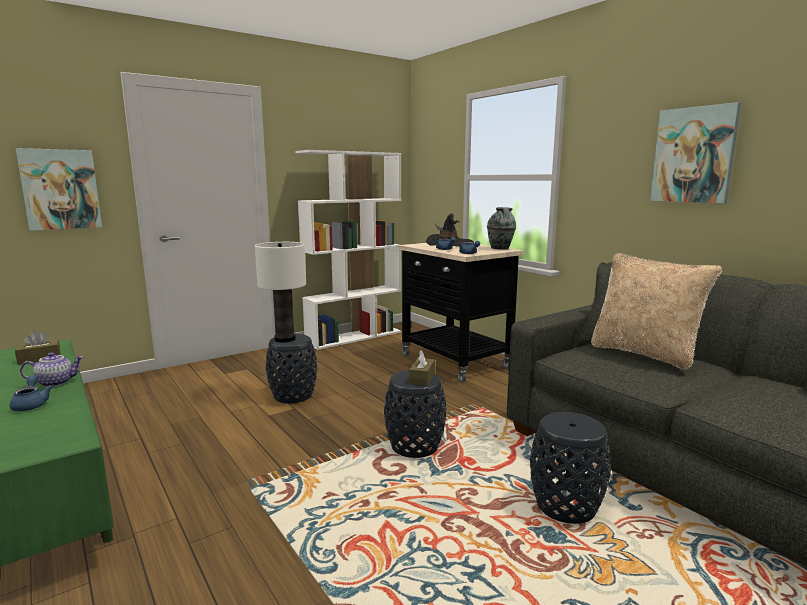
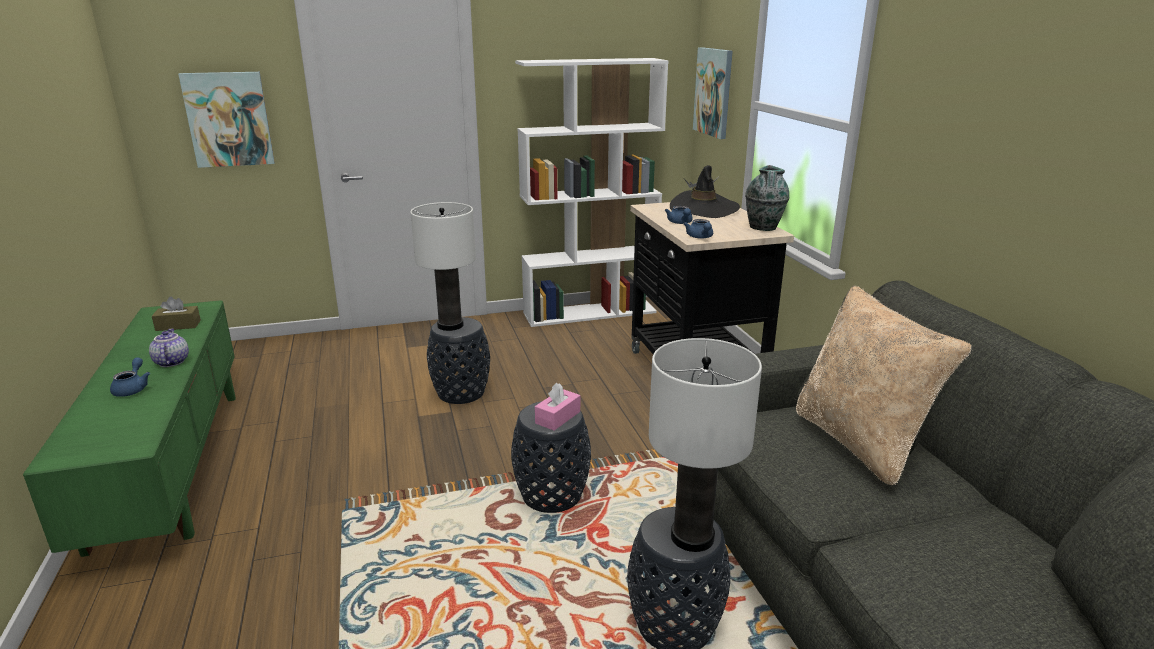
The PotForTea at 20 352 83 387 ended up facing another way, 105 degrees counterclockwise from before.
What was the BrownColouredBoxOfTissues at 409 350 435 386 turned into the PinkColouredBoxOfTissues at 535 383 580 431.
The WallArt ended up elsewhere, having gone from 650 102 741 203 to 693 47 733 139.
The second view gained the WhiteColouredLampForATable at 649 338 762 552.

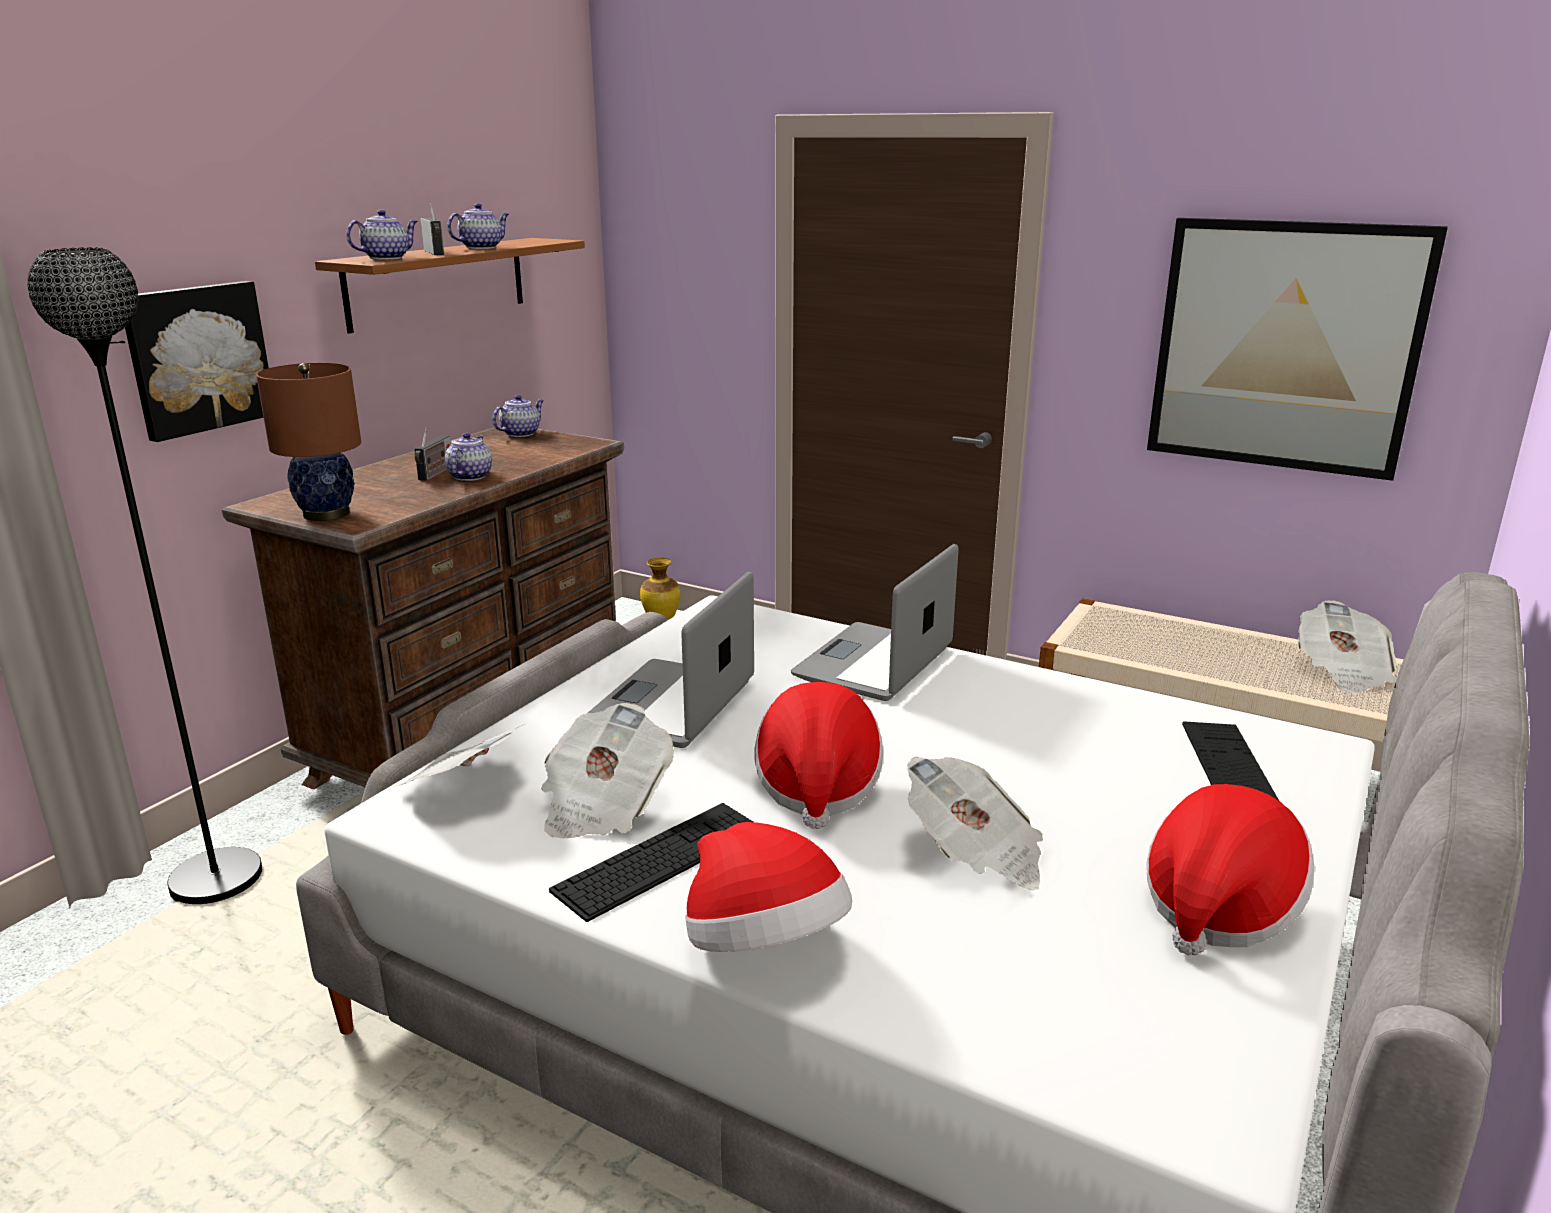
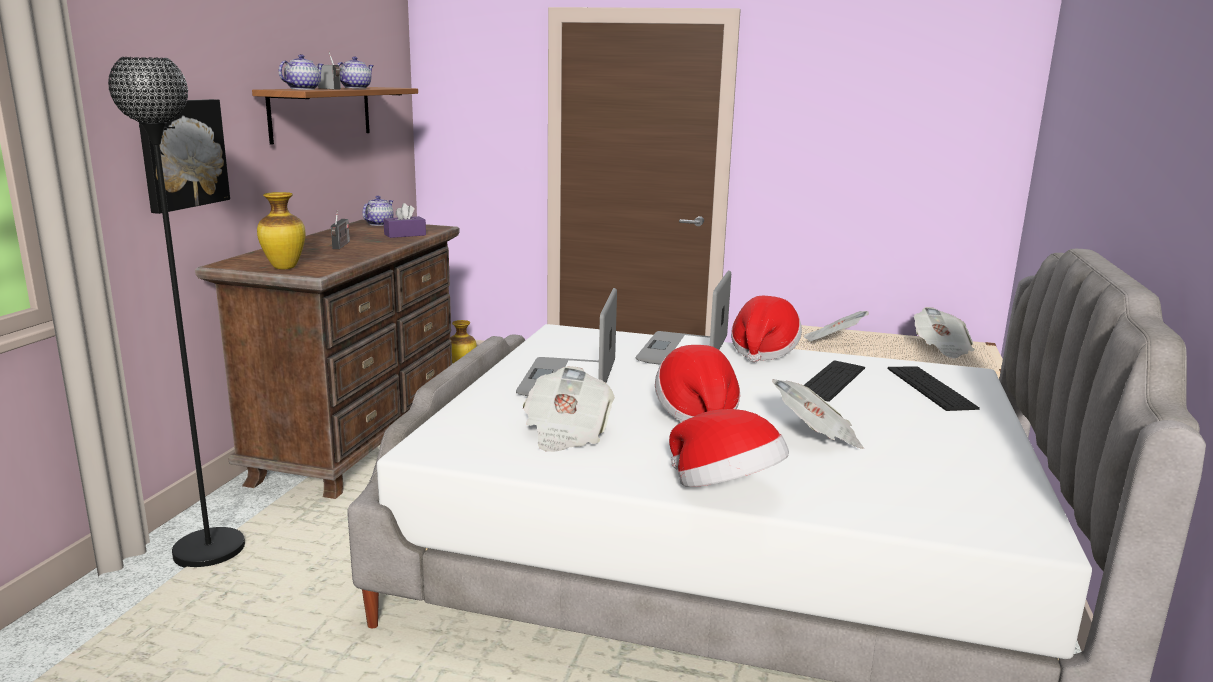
Where the BrownColouredLampForATable stood at 256 363 361 521, the DecorativeVase came to stand at 257 192 305 269.
The Newspaper ended up elsewhere, having gone from 395 724 525 787 to 804 311 869 342.
The second view lost the PotForTea at 445 433 492 481.
The ComputerKeyboard ended up elsewhere, having gone from 549 803 753 922 to 804 360 865 402.
The WearableHat ended up elsewhere, having gone from 1146 784 1315 956 to 731 296 802 362.
The second view lost the WallArt at 1147 218 1448 481.
The second view gained the PurpleBoxOfTissues at 383 203 426 238.

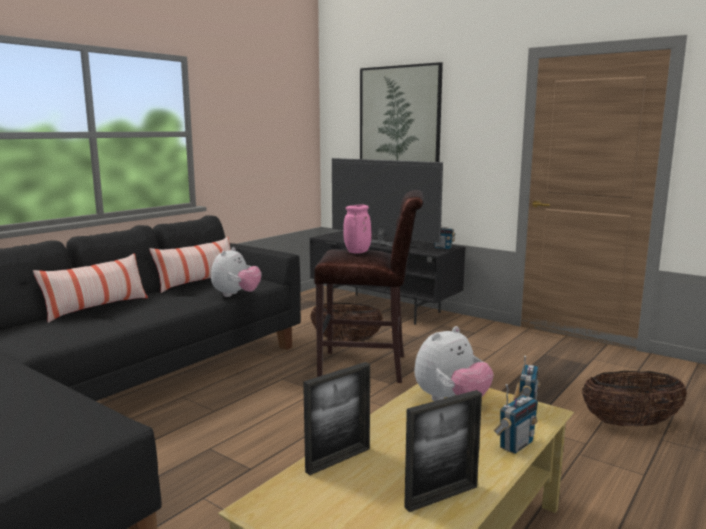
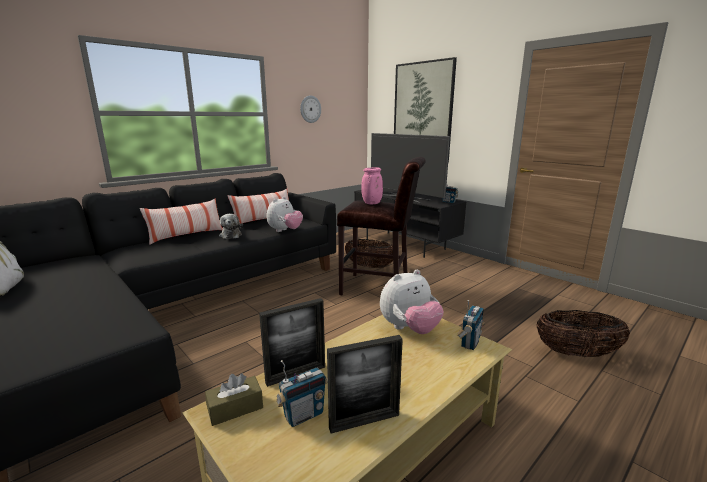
The RadioReceiver ended up elsewhere, having gone from 494 384 538 454 to 276 360 327 427.
The second view gained the BrownColouredBoxOfTissues at 205 373 263 426.
The second view gained the PlushToy at 219 214 243 239.
The second view gained the HangingClock at 300 95 321 123.

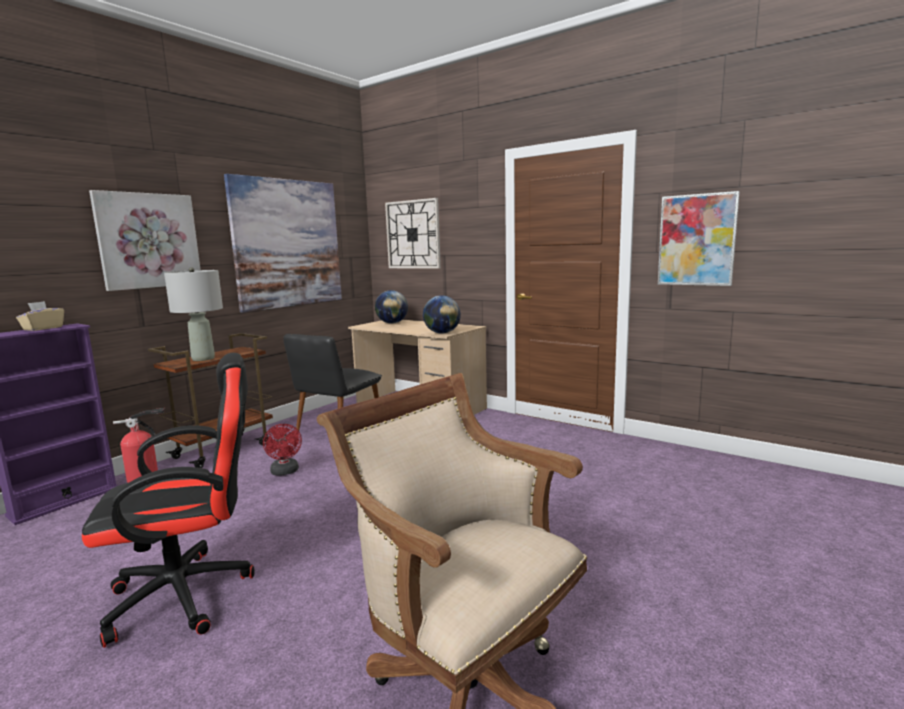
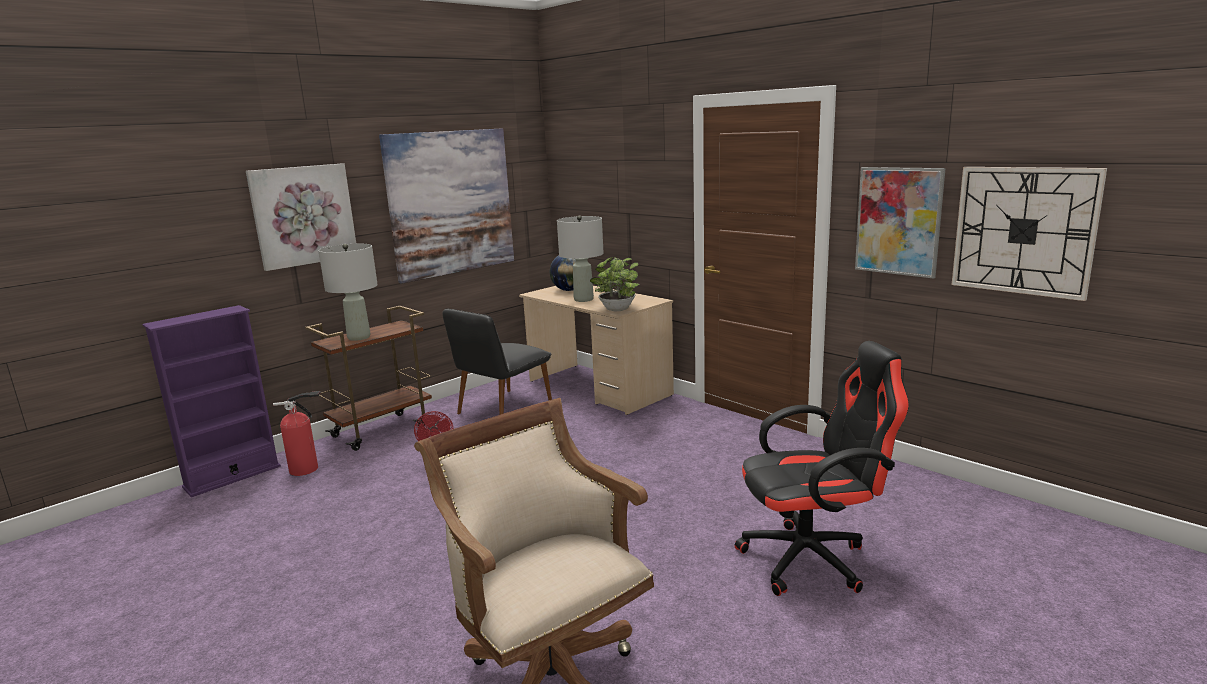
The second view lost the SandColouredBoxOfTissues at 16 301 64 331.
The BlackishOfficeChair ended up elsewhere, having gone from 82 353 255 648 to 735 341 909 596.
The HangingClock ended up elsewhere, having gone from 385 198 441 269 to 951 167 1107 301.
Where the WorldGlobe stood at 423 295 461 334, the PlantInAPot came to stand at 590 257 639 311.
The second view gained the GrayLampForATable at 557 215 604 302.

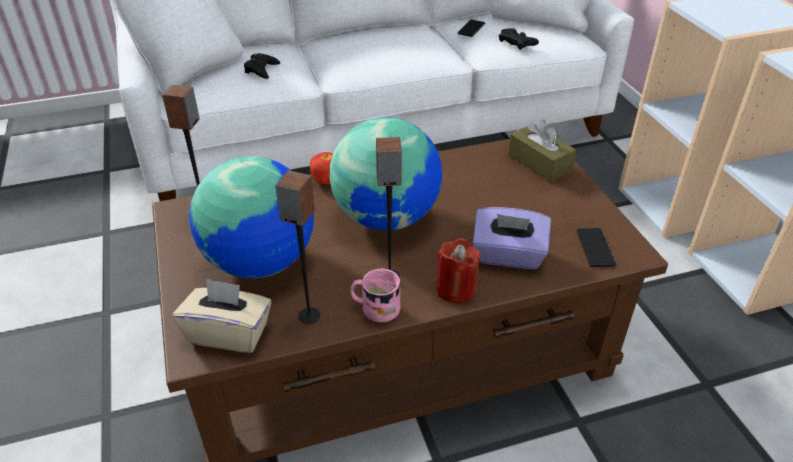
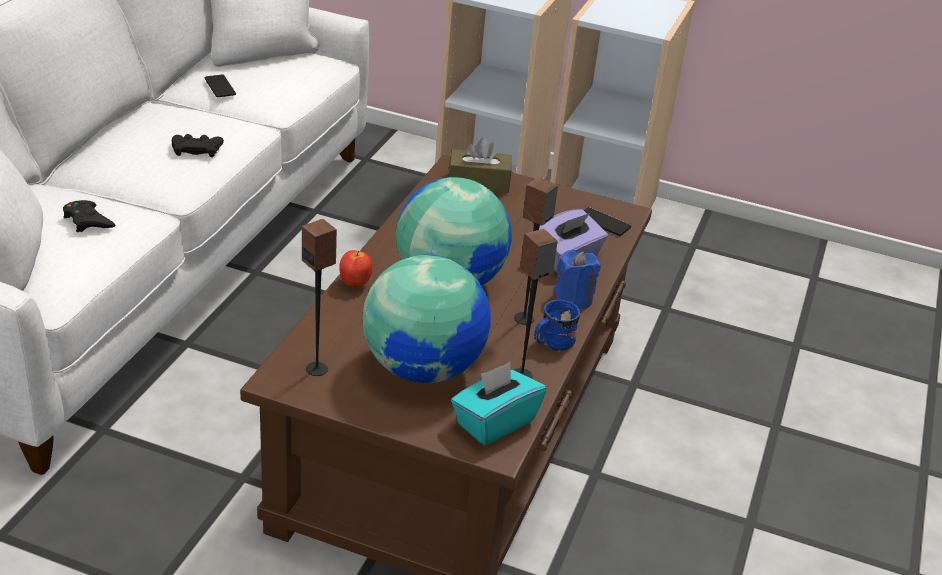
What was the SandColouredBoxOfTissues at 173 278 272 353 turned into the TurquoiseBoxOfTissues at 451 362 546 445.
What was the PinkColouredMug at 350 269 401 323 turned into the BlueColouredMug at 534 299 580 352.
What was the RedColouredWaxLight at 436 238 481 303 turned into the BlueColouredWaxLight at 554 250 601 309.
The BlackishJoypad ended up elsewhere, having gone from 499 28 539 50 to 172 134 224 157.

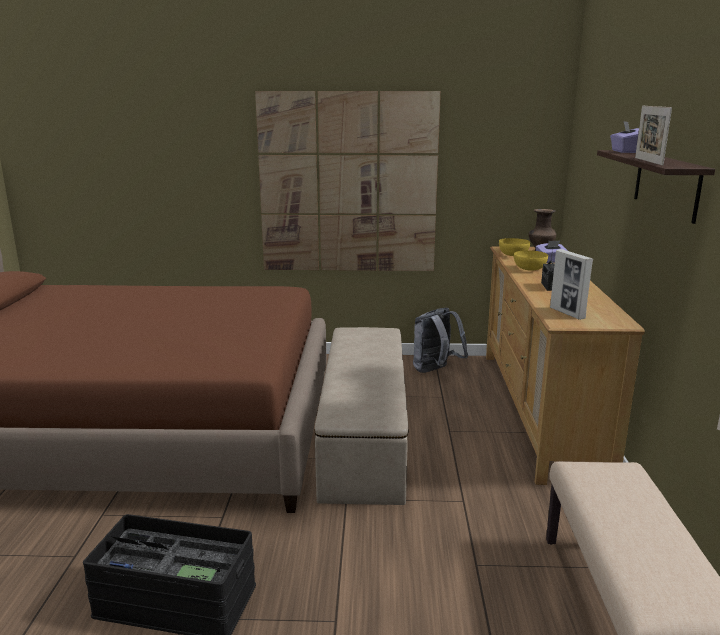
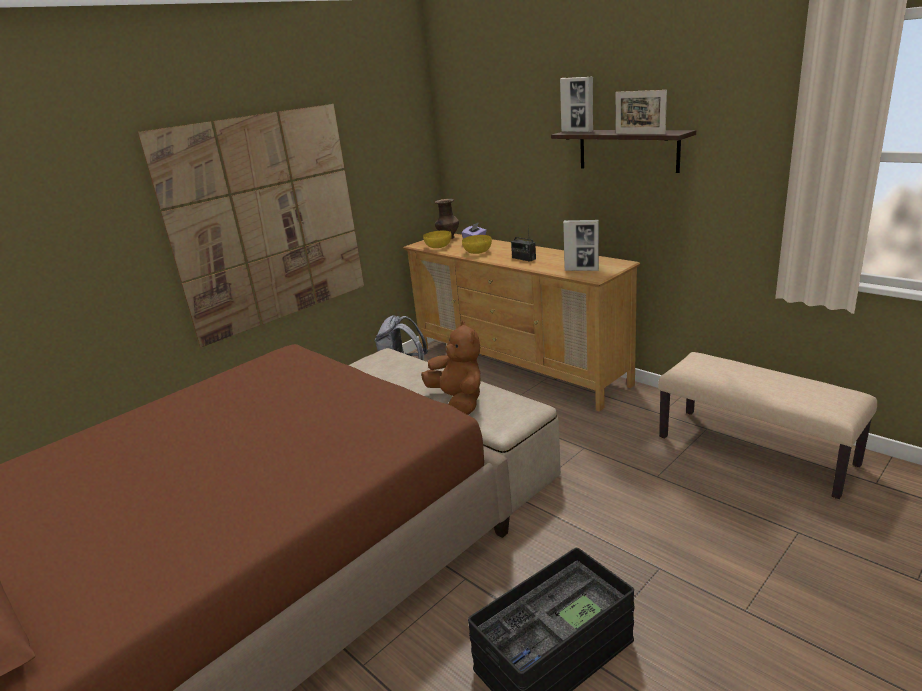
Where the PurpleBoxOfTissues stood at 610 122 639 153, the StandingFrame came to stand at 560 76 593 132.
The second view gained the BrownColouredPlushToy at 421 321 481 415.

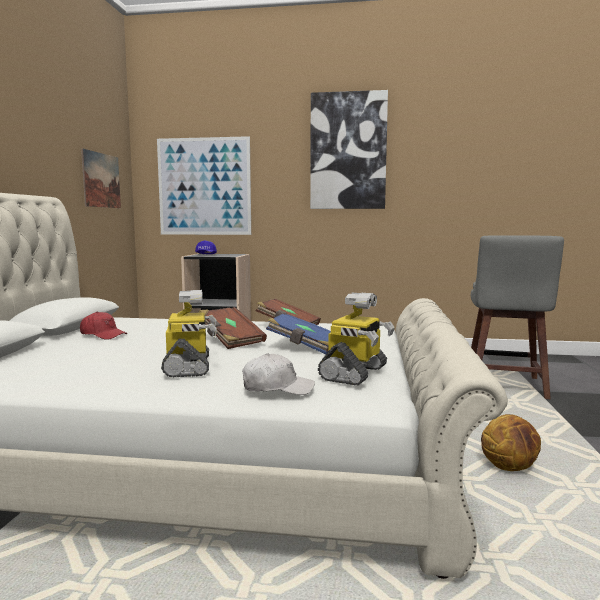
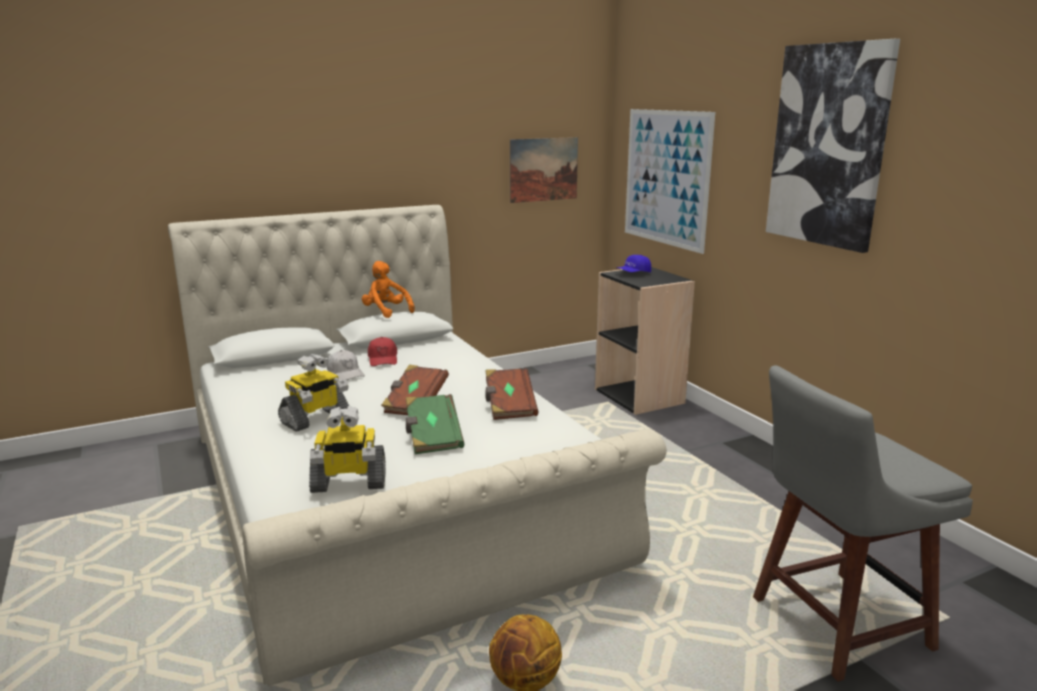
The WhiteColouredBaseballCap ended up elsewhere, having gone from 242 354 315 395 to 327 350 365 380.
What was the BlueColouredBook at 266 313 331 355 turned into the GreenBook at 406 394 464 454.
The second view gained the OrangeyPlushToy at 362 261 415 318.

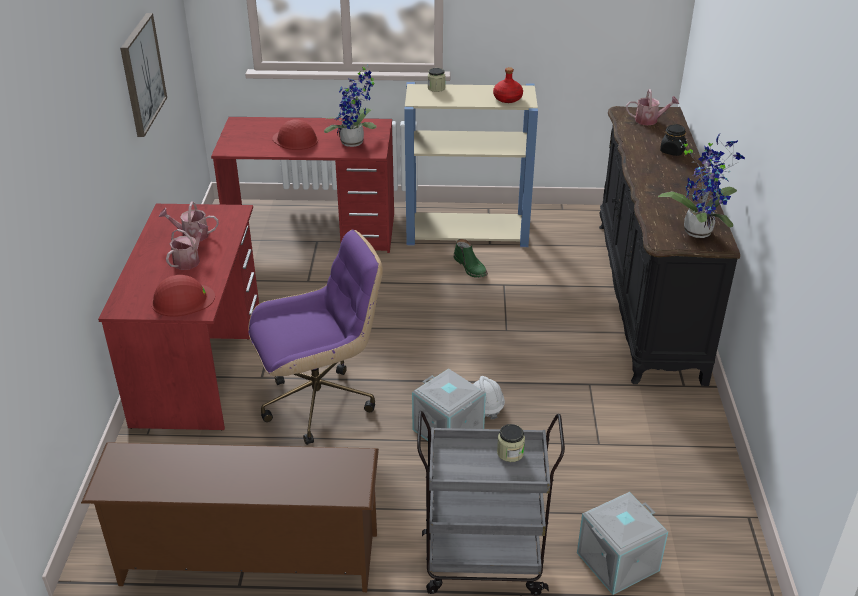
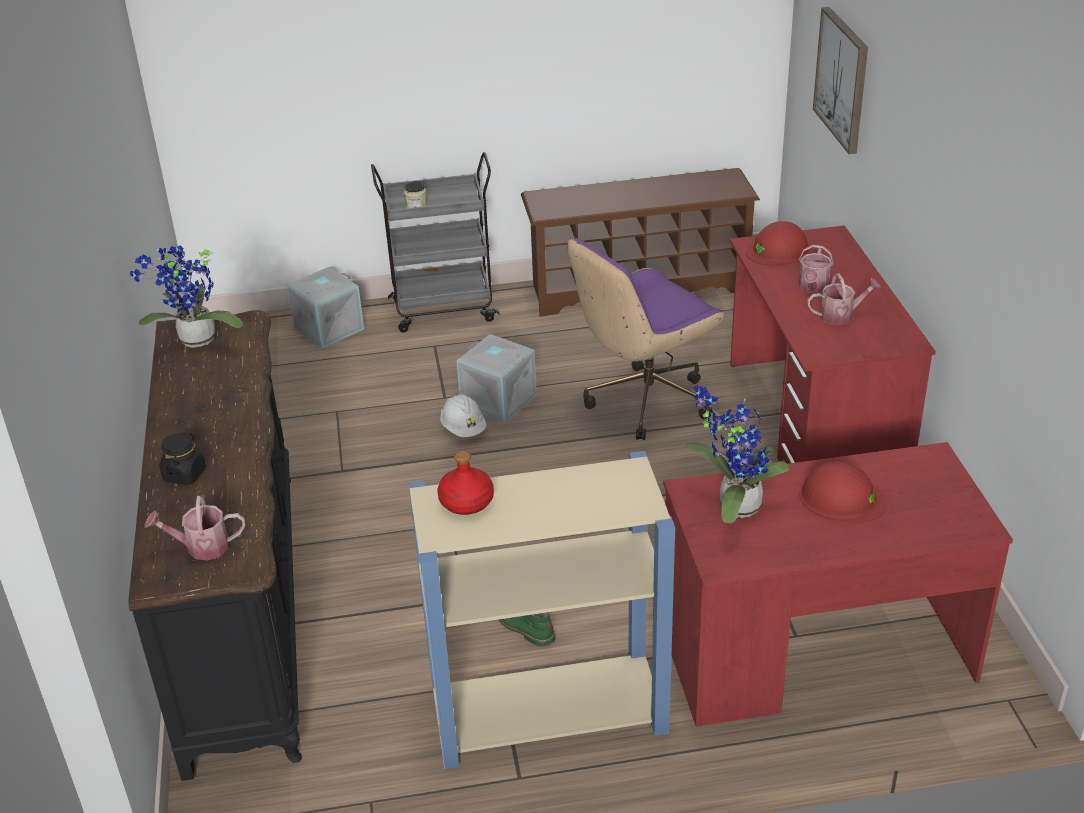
The WallArt ended up elsewhere, having gone from 120 13 167 137 to 813 7 868 154.
The second view lost the Jar at 428 68 445 92.

